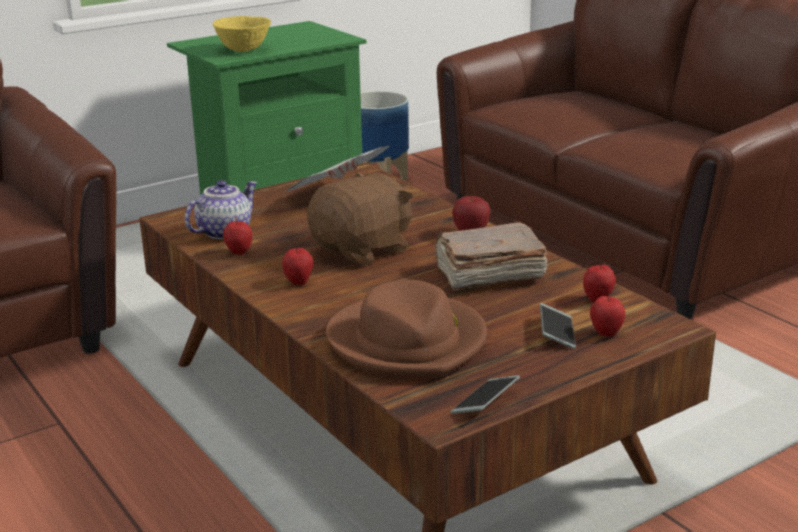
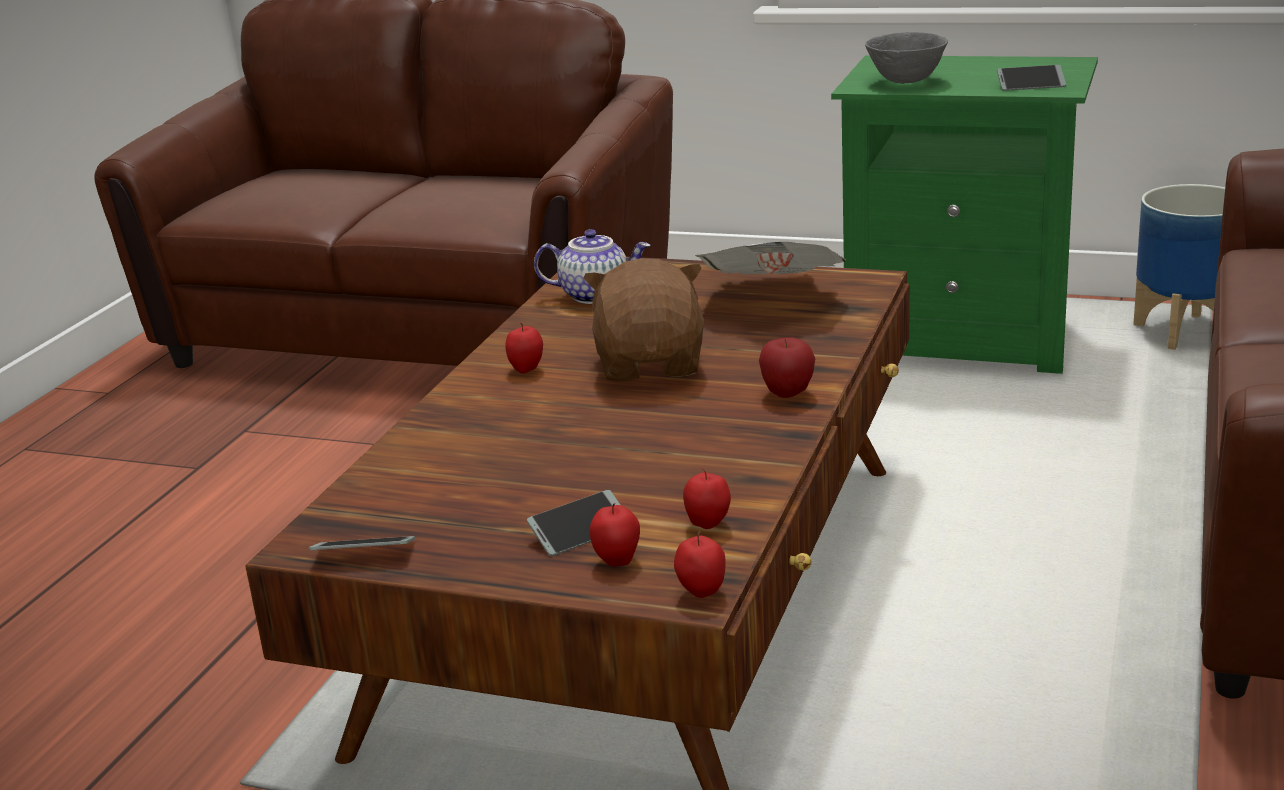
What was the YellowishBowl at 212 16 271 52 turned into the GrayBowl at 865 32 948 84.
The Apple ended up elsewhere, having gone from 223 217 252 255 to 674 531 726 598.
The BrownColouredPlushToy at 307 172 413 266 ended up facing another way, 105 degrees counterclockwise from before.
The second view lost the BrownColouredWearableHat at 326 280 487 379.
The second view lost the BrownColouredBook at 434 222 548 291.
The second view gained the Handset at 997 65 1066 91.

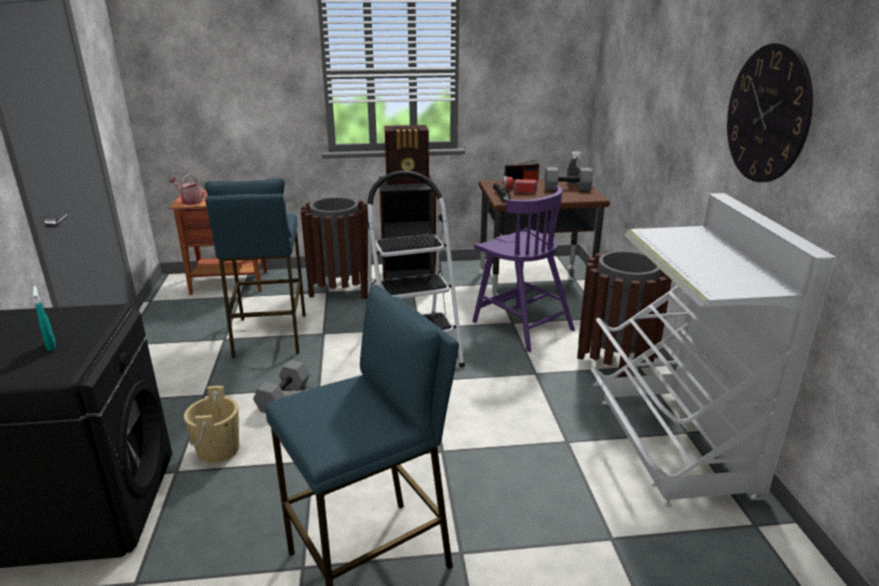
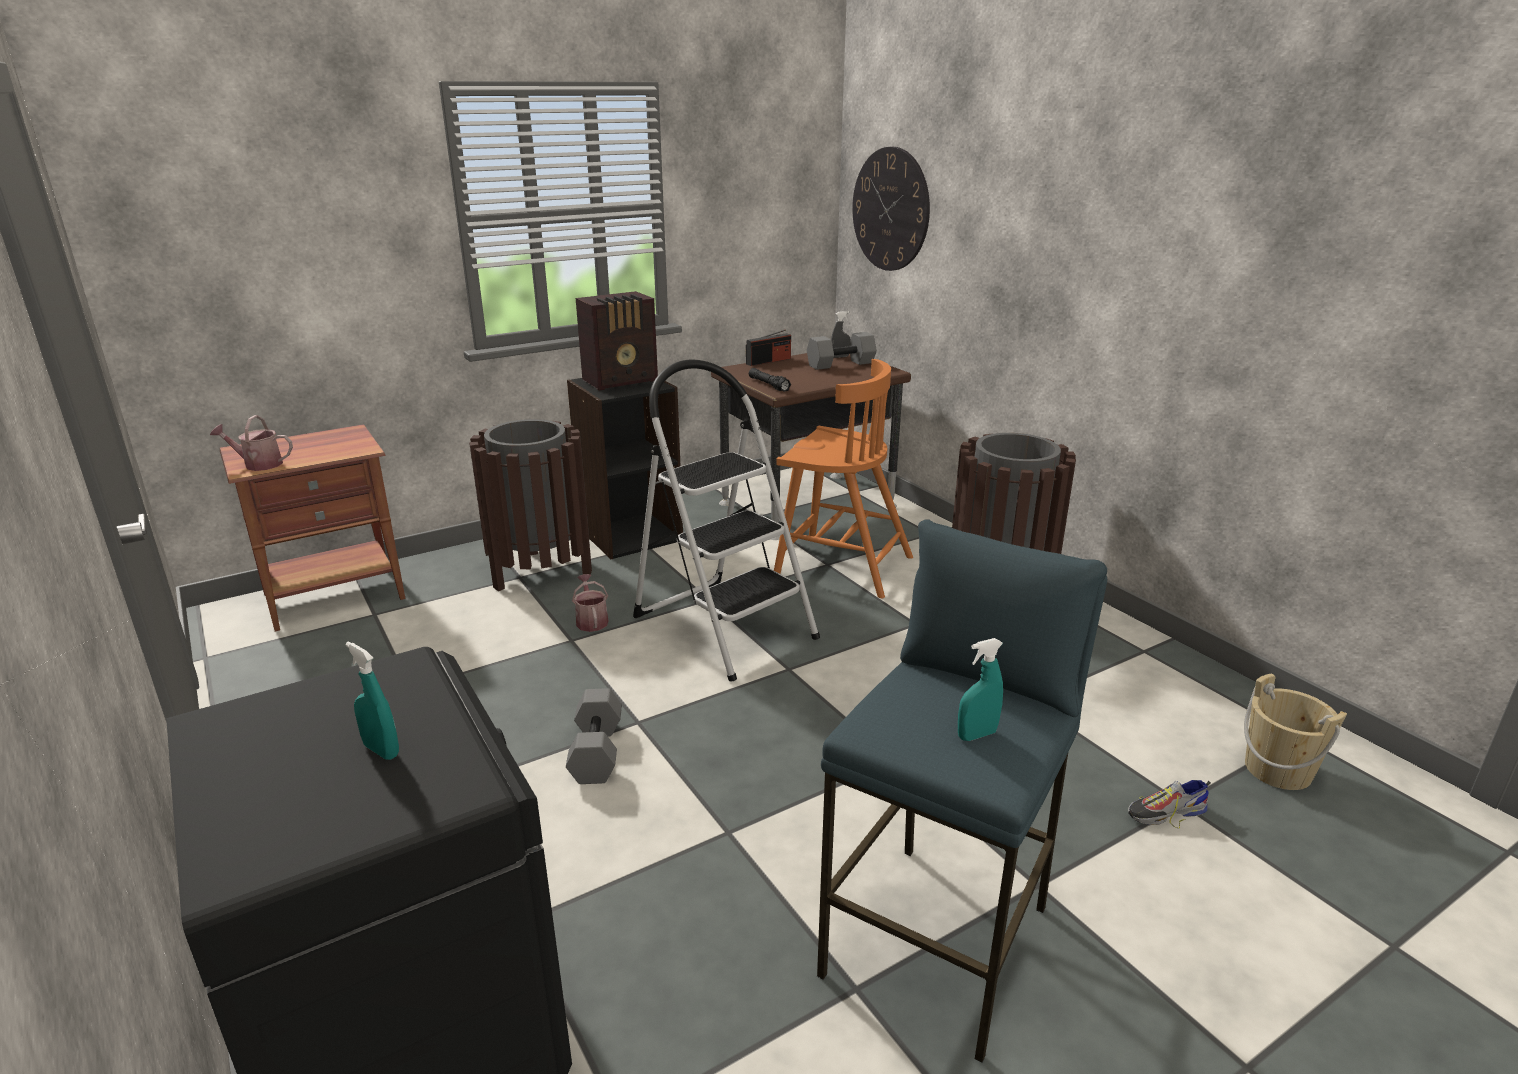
The SandColouredBucket ended up elsewhere, having gone from 184 386 239 463 to 1244 673 1347 790.
The second view lost the BlueColouredStool at 205 178 306 358.
What was the PurplePlainChair at 472 186 575 352 turned into the OrangeyPlainChair at 774 359 913 598.
The second view lost the HandTorch at 503 176 537 194.
The second view lost the WhiteColouredShoeStand at 590 193 836 508.
The HangingClock ended up elsewhere, having gone from 727 43 813 182 to 852 147 930 271.
The second view gained the WateringPot at 572 574 608 632.
The second view gained the TurquoiseSprayBottle at 958 638 1003 741.
The second view gained the Shoe at 1128 780 1211 828.

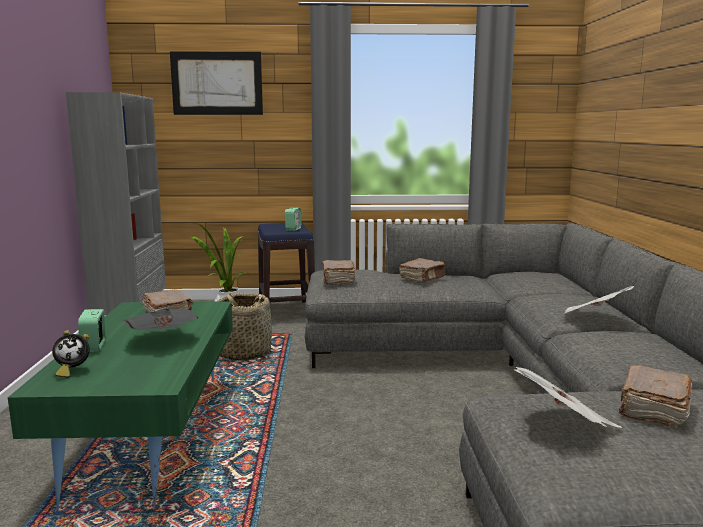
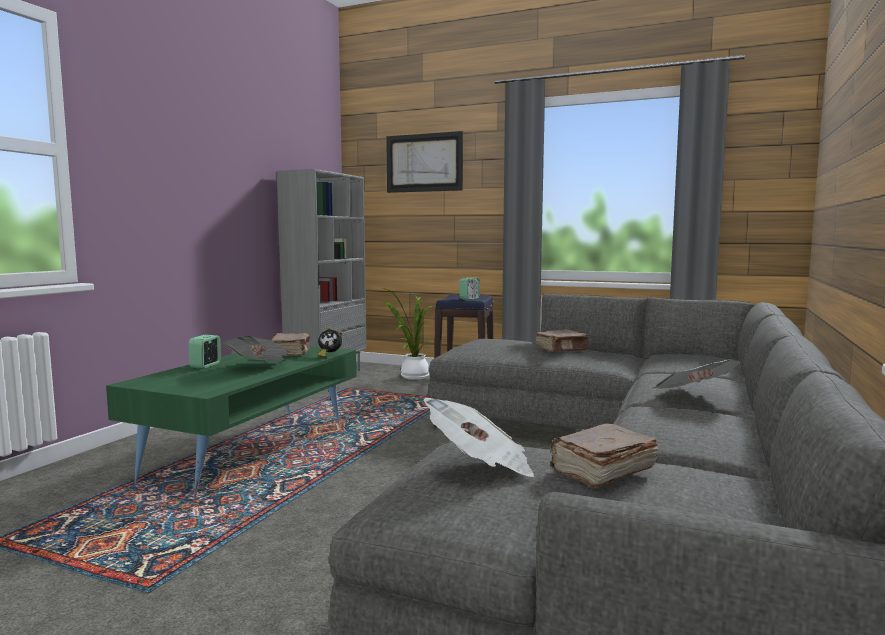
The BedsideClock ended up elsewhere, having gone from 52 330 90 378 to 318 327 343 358.
The second view lost the HouseholdBasket at 217 291 272 361.
The second view lost the BrownColouredBook at 322 260 356 285.

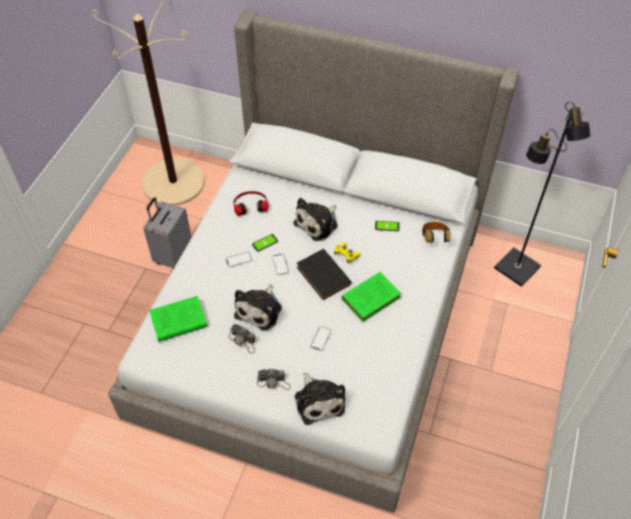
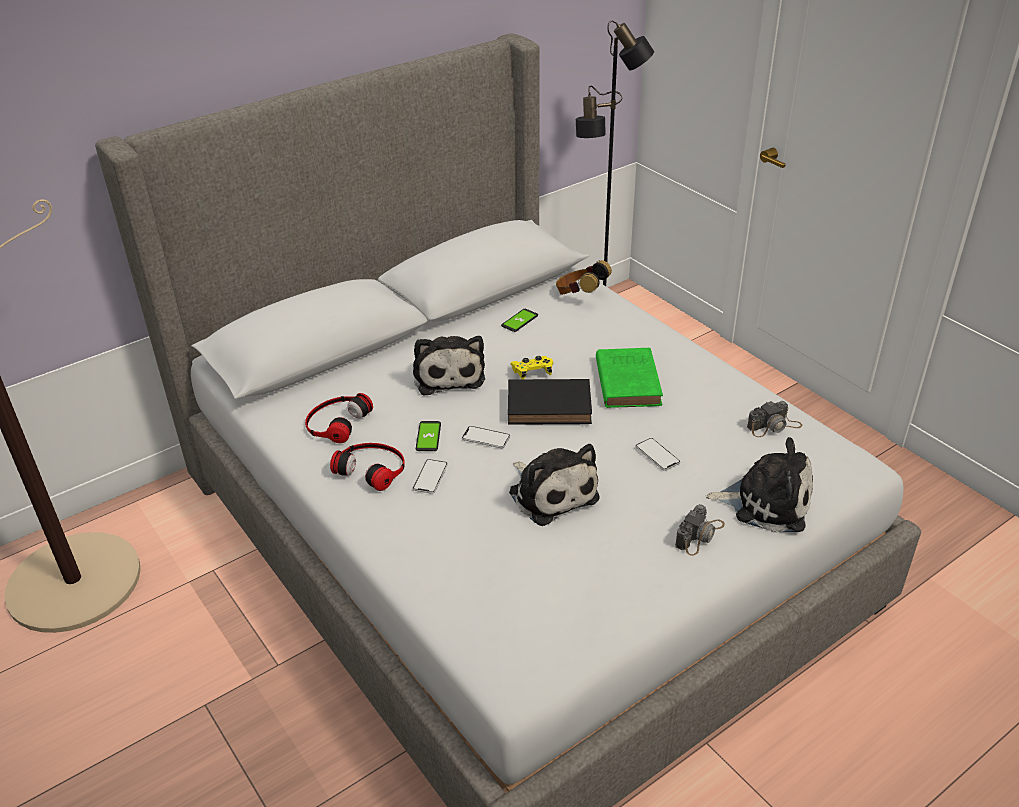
The second view lost the GrayTravelCase at 143 197 192 269.
The second view lost the GreenBook at 149 296 208 342.
The PhotoCamera ended up elsewhere, having gone from 229 324 255 353 to 747 401 802 437.
The second view gained the PairOfHeadphones at 330 443 405 491.

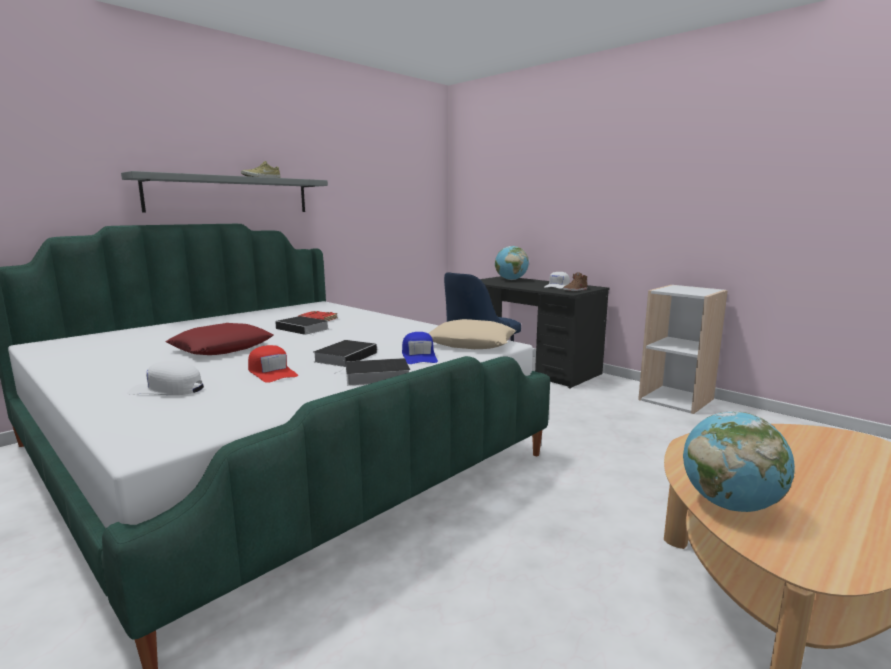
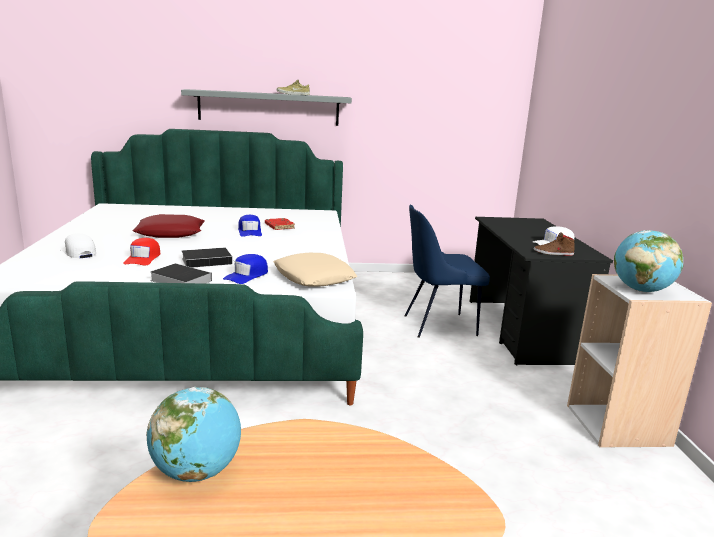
Where the Book stood at 275 316 328 335, the BlueColouredBaseballCap came to stand at 238 215 262 237.
The WorldGlobe ended up elsewhere, having gone from 495 246 529 280 to 614 230 683 292.

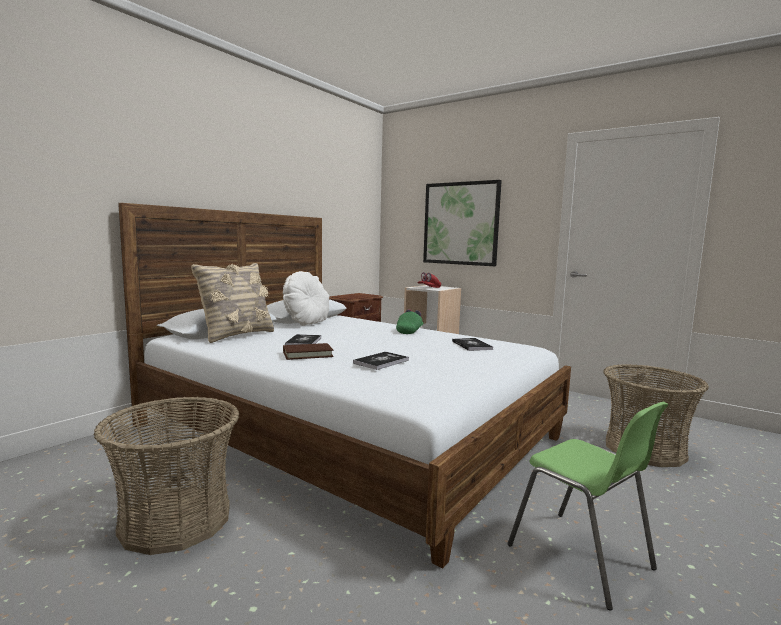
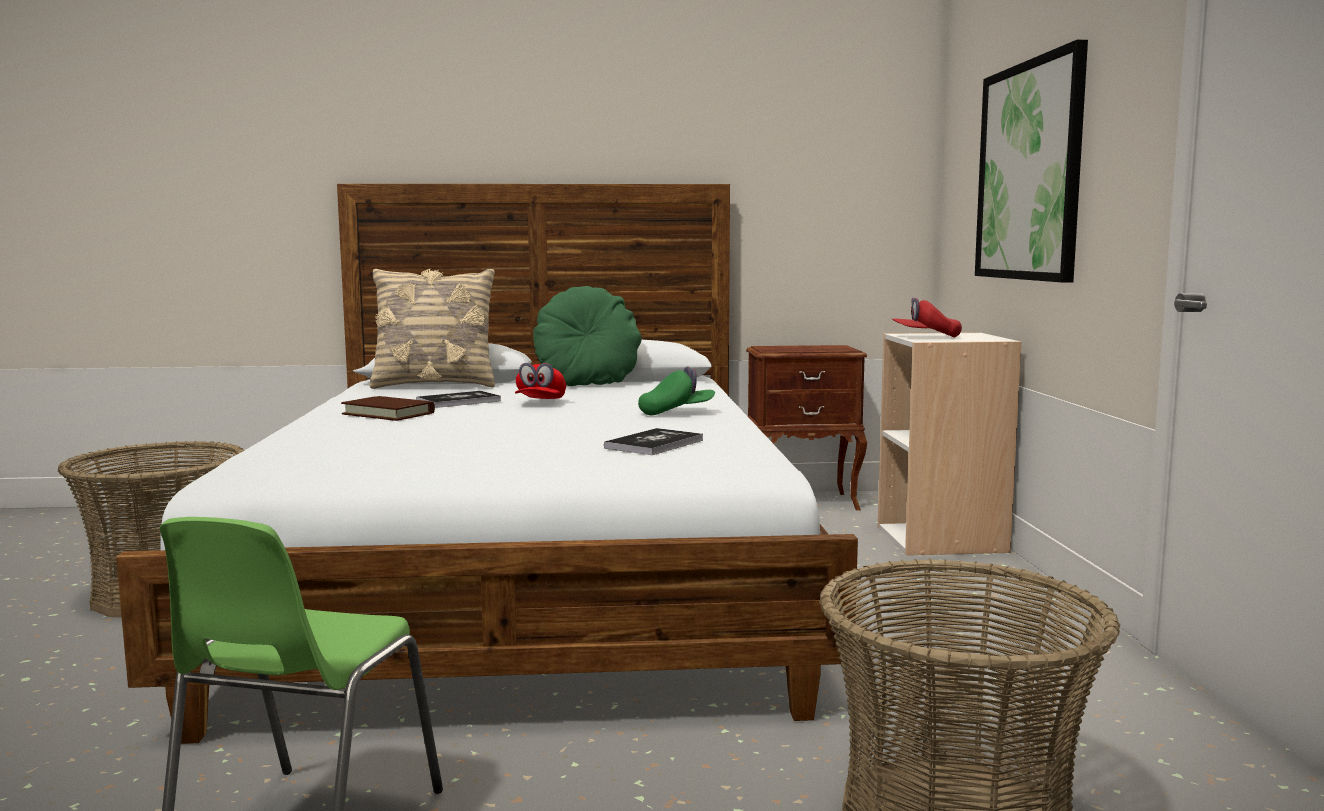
What was the WhiteColouredThrowPillow at 283 271 329 326 turned into the GreenThrowPillow at 533 286 641 386.
The second view lost the Book at 353 352 409 370.
The second view gained the RedColouredBaseballCap at 515 363 566 399.

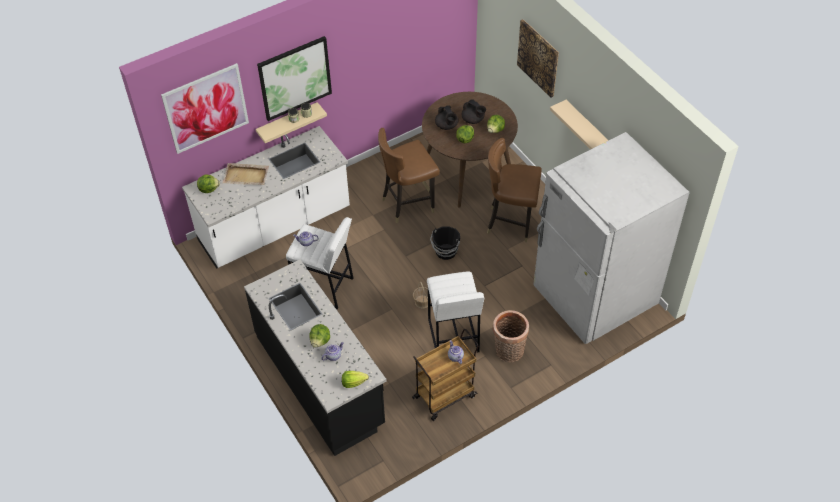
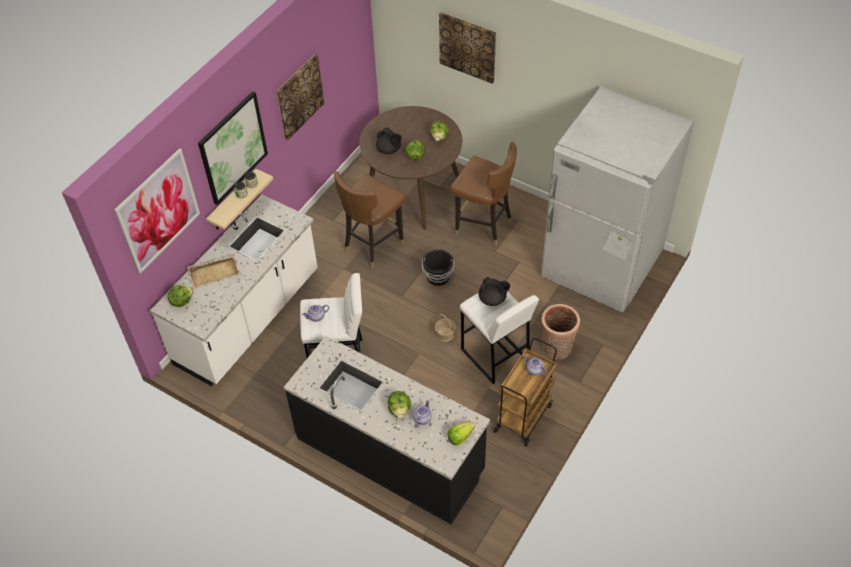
The BlackishPotForTea ended up elsewhere, having gone from 462 99 486 124 to 478 277 510 306.
The BrownColouredPlainChair at 487 138 542 242 ended up facing another way, 135 degrees counterclockwise from before.
The second view lost the SandColouredShelf at 550 100 608 149.
The second view gained the WallArt at 277 54 324 140.

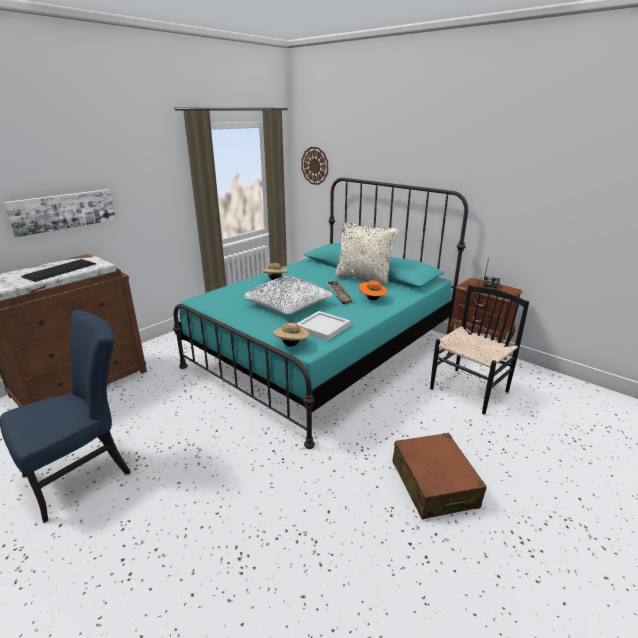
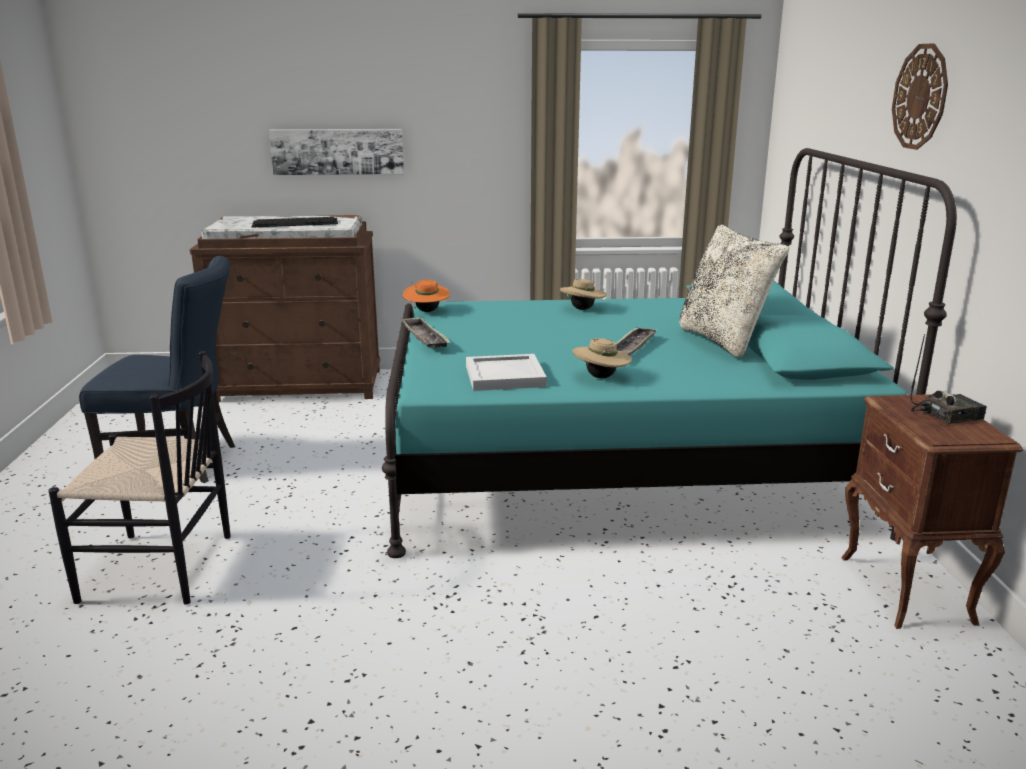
The second view lost the WhiteColouredThrowPillow at 243 276 333 315.
The SandColouredWearableHat ended up elsewhere, having gone from 273 323 309 347 to 572 338 632 378.
The HangingClock ended up elsewhere, having gone from 301 147 328 185 to 892 43 948 150.
The OrangeyWearableHat ended up elsewhere, having gone from 359 280 388 300 to 403 280 450 312.
The second view lost the BrownColouredTravelCase at 392 433 487 519.
The BlackishPlainChair ended up elsewhere, having gone from 430 285 529 415 to 48 351 231 605.
The second view gained the CarryingTray at 400 317 451 348.

